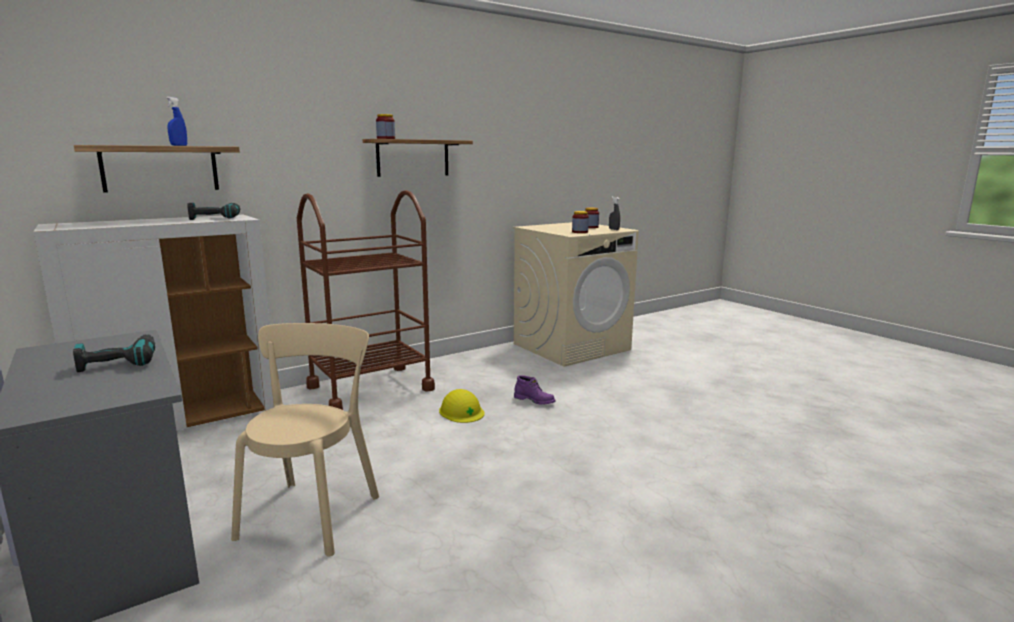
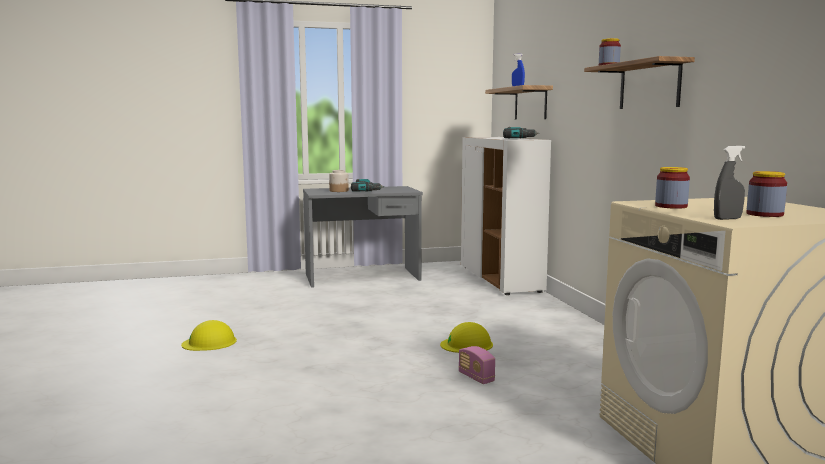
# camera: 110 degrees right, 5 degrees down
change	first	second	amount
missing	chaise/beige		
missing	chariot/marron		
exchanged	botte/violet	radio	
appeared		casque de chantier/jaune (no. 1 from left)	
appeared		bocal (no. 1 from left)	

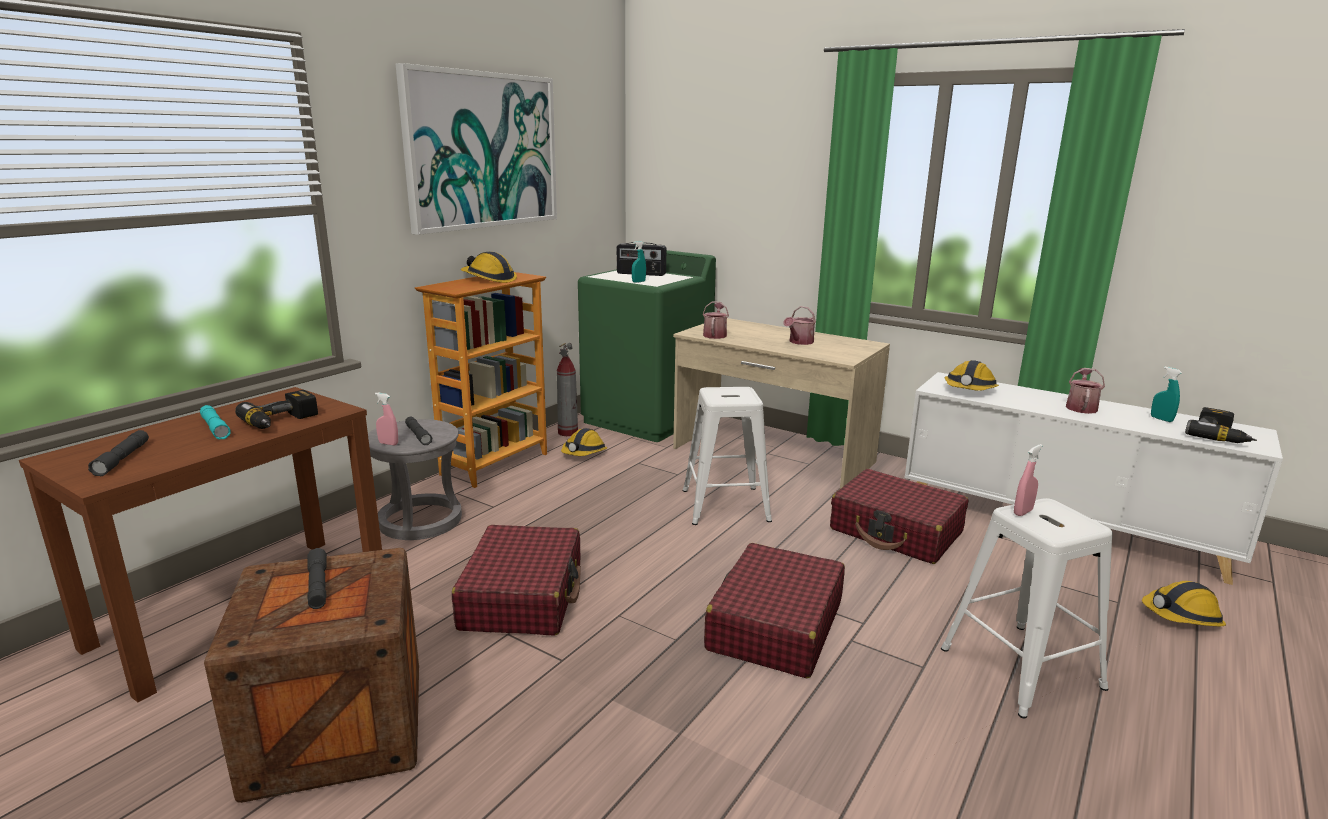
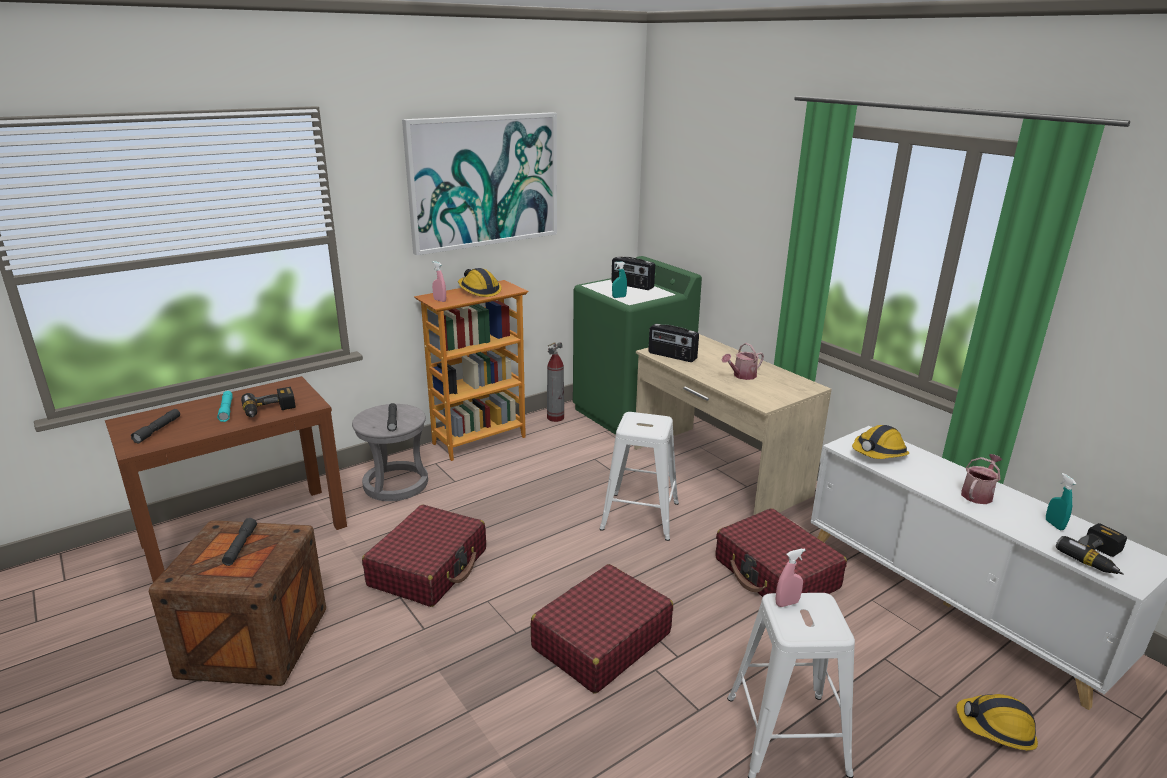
# camera: 20 degrees right, 5 degrees up
change	first	second	amount
relocated	vaporisateur/rose (no. 1 from left)		
missing	casque de chantier (no. 2 from left)		
exchanged	arrosoir (no. 1 from left)	radio (no. 2 from left)	

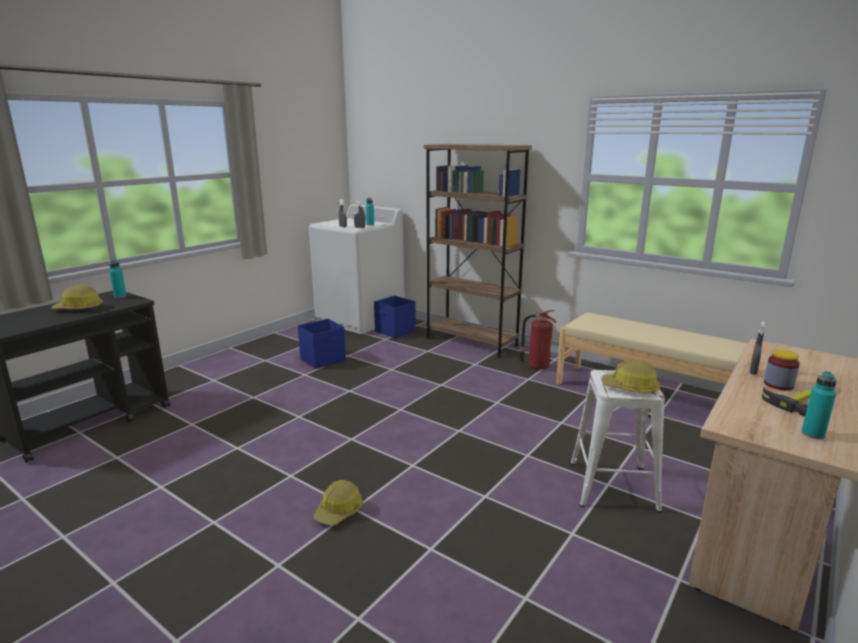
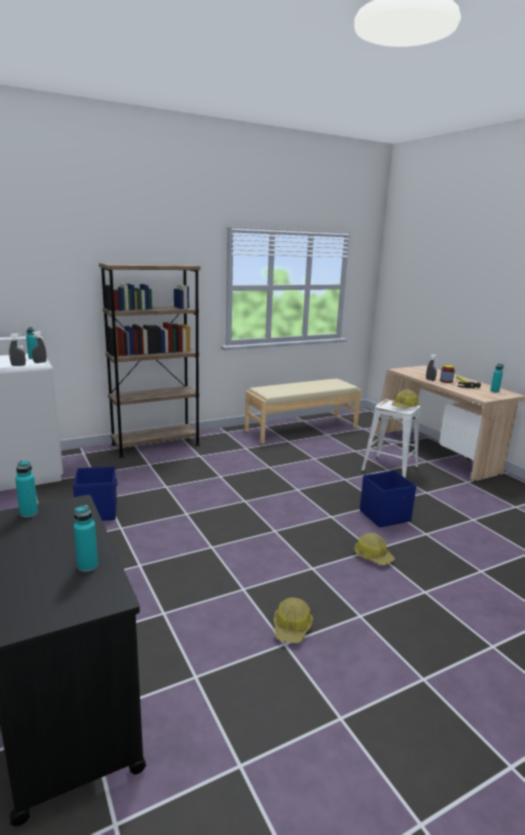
# camera: 65 degrees left, 0 degrees up
change	first	second	amount
relocated	casque de chantier (no. 1 from left)		
relocated	boîte de rangement/bleu (no. 2 from left)		
missing	extincteur		
appeared		bouteille/turquoise (no. 3 from left)	

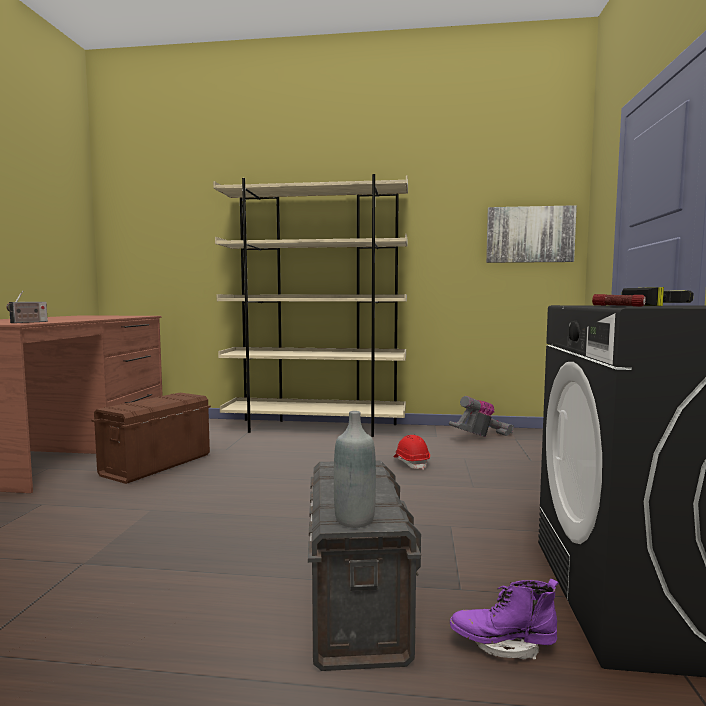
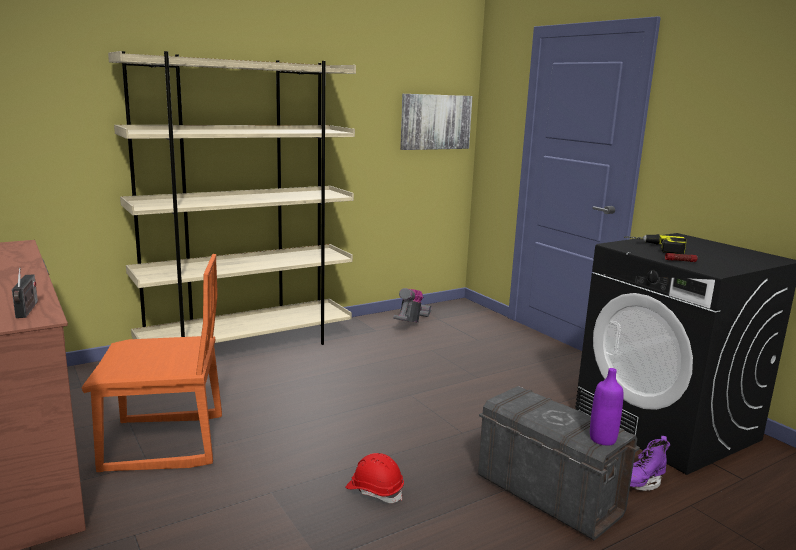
# camera: 40 degrees left, 10 degrees up
change	first	second	amount
exchanged	boîte de rangement/marron	chaise/orange	
colour	bouteille/gris	bouteille/violet	
relocated	casque de chantier/rouge		

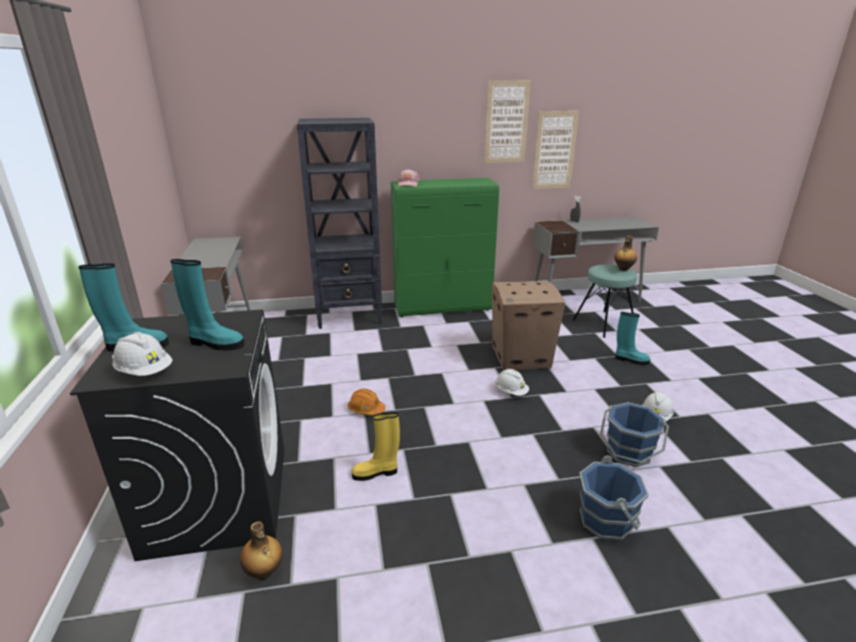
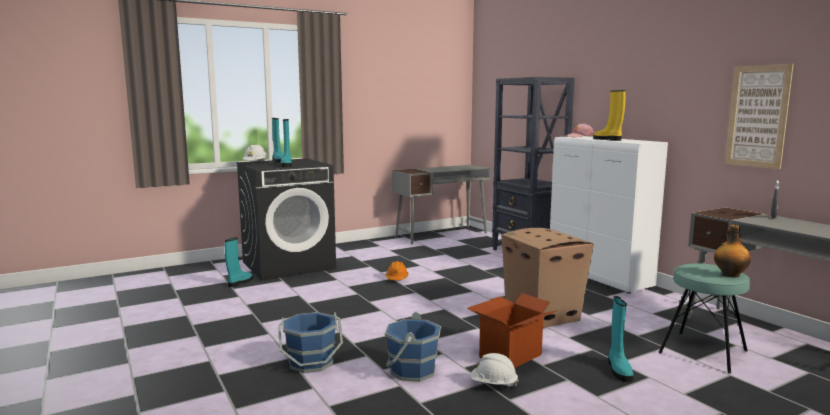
# camera: 70 degrees right, 15 degrees down
change	first	second	amount
exchanged	bouteille (no. 1 from left)	botte/turquoise (no. 1 from left)	
relocated	botte/jaune		
colour	meuble de rangement/vert	meuble de rangement/blanc	
missing	tableau (no. 1 from left)		
missing	casque de chantier/blanc (no. 2 from left)		
appeared		carton (no. 1 from left)	

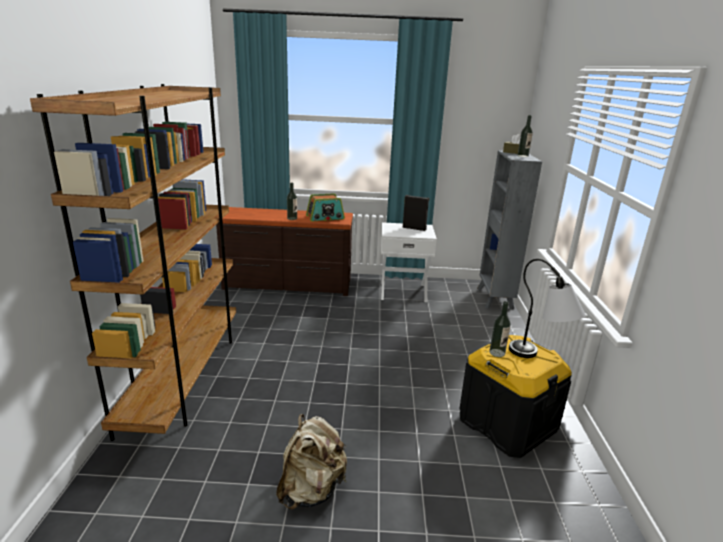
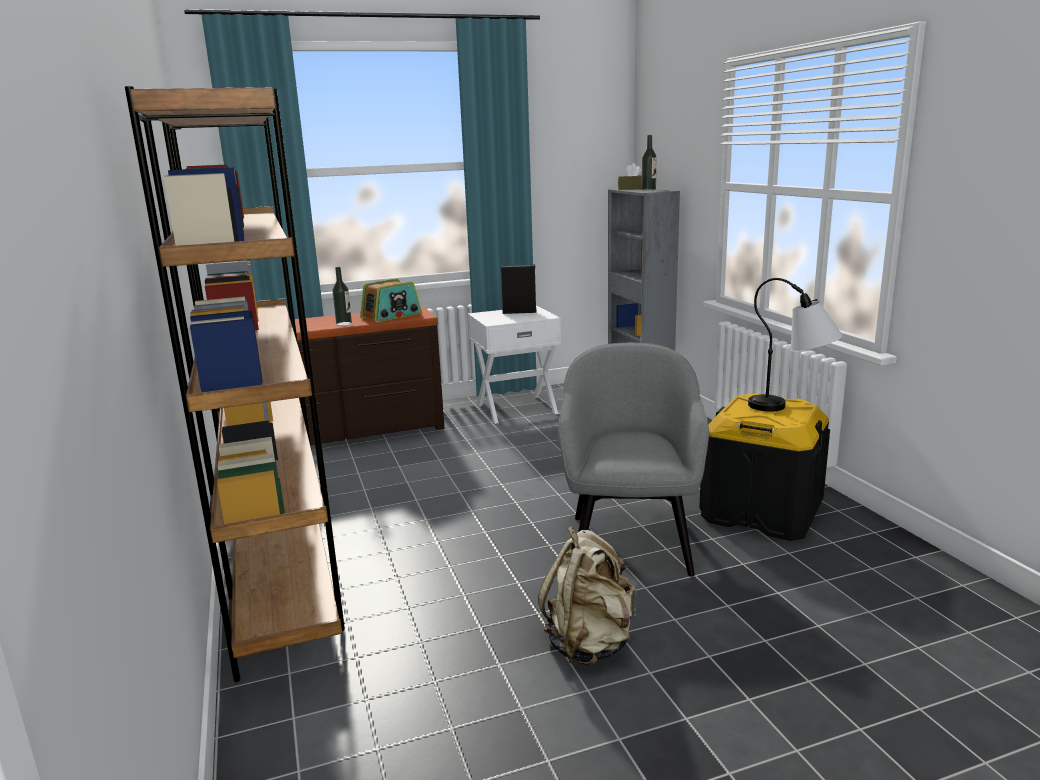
# camera: 20 degrees left, 5 degrees down
change	first	second	amount
missing	bouteille (no. 2 from left)		
appeared		fauteuil/gris	

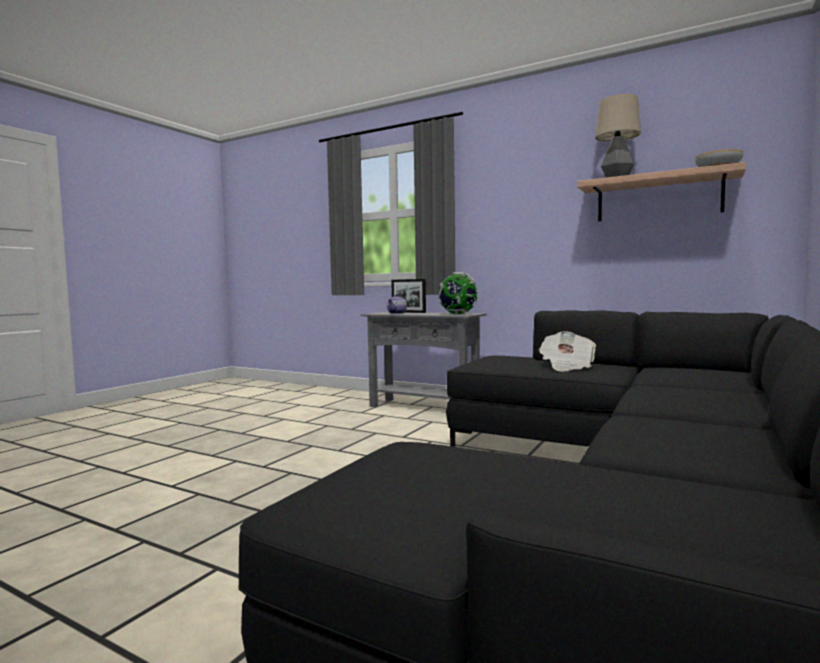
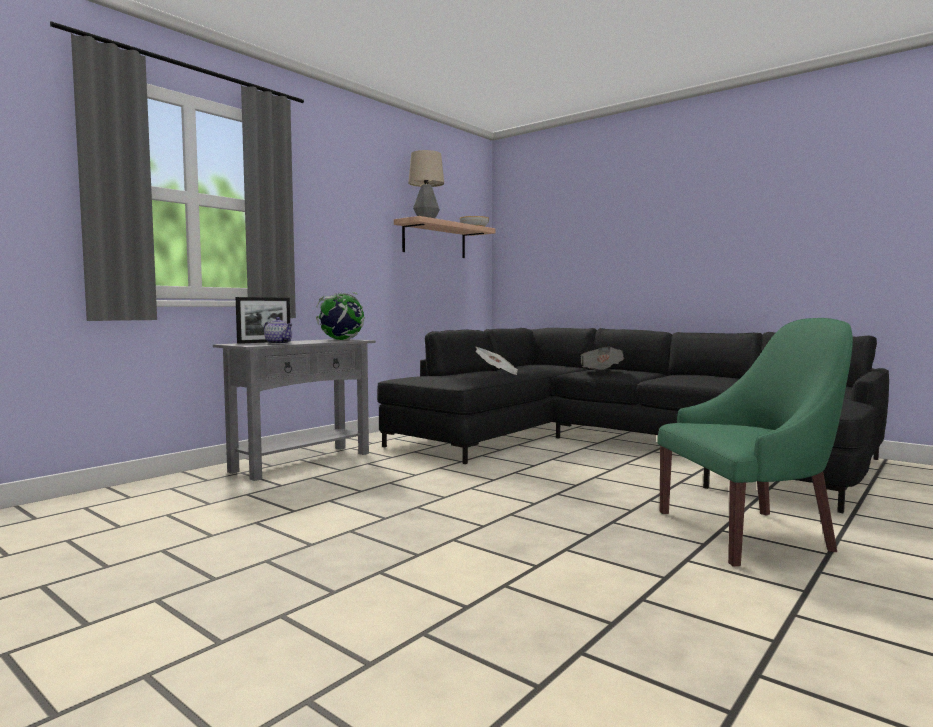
# camera: 80 degrees left, 0 degrees up
change	first	second	amount
appeared		journal (no. 2 from left)	
appeared		fauteuil/vert	

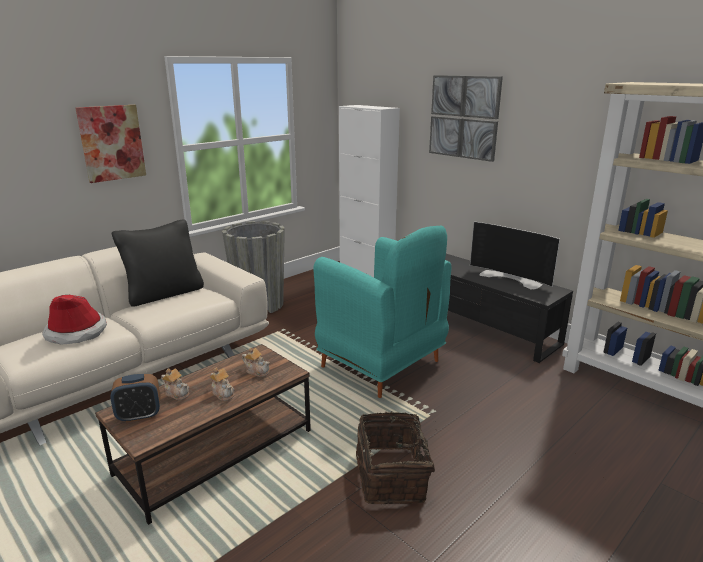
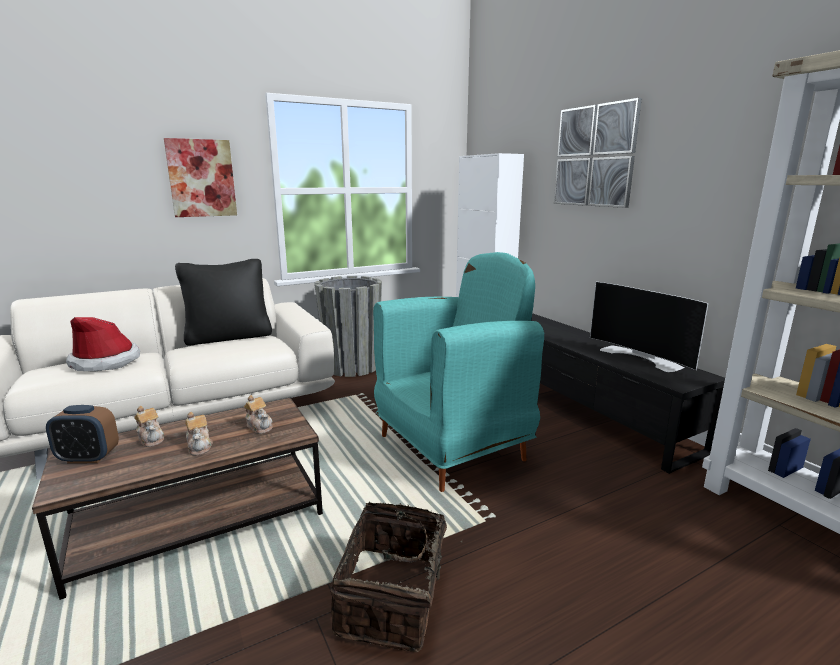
# camera: 15 degrees right, 5 degrees down
change	first	second	amount
spun	fauteuil/turquoise		90 degrees counterclockwise

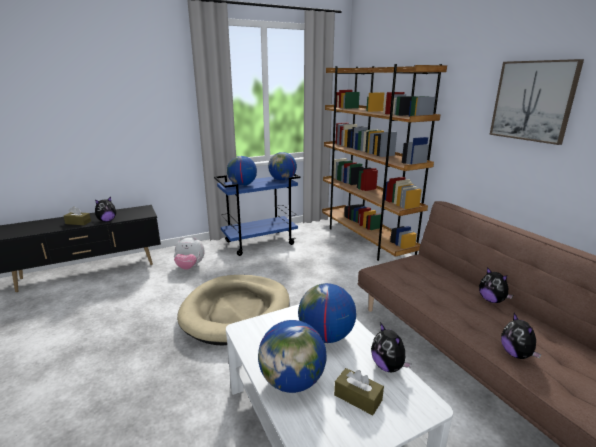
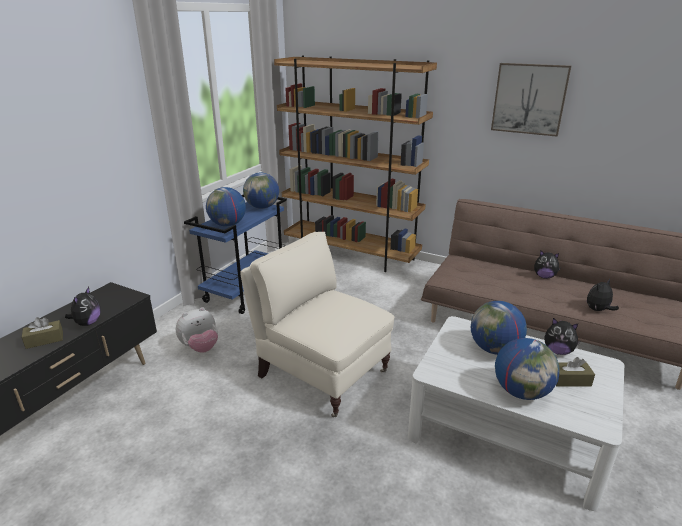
# camera: 35 degrees left, 5 degrees up
change	first	second	amount
exchanged	panier pour chien/beige	fauteuil/beige	
spun	peluche (no. 5 from left)		105 degrees clockwise

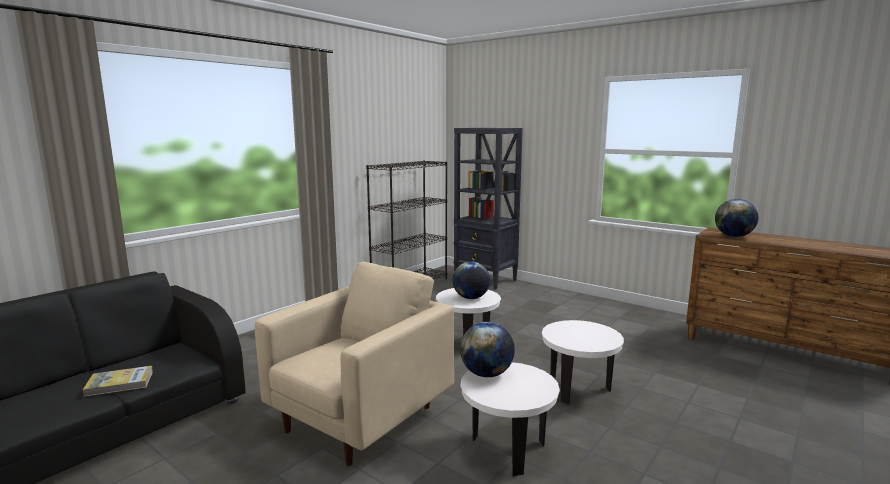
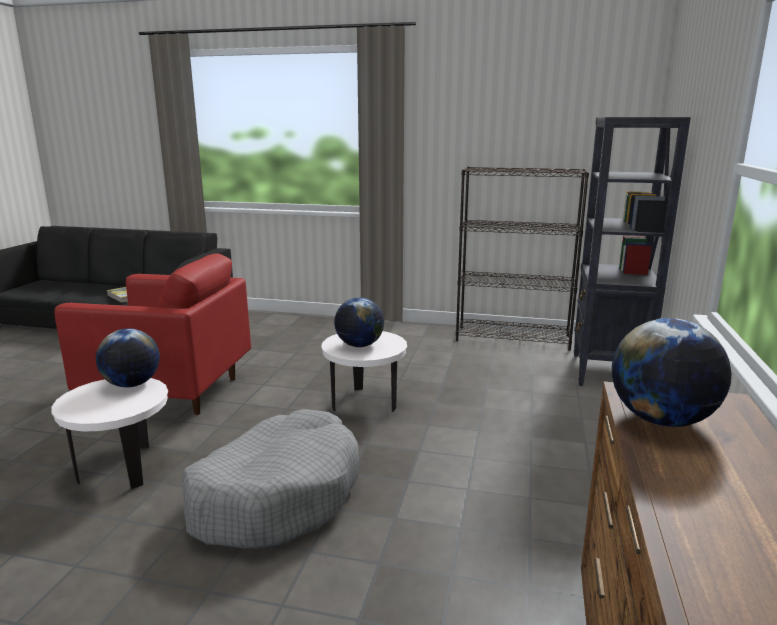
# camera: 65 degrees right, 5 degrees up
change	first	second	amount
colour	fauteuil/beige	fauteuil/rouge	
exchanged	table d'appoint/blanc (no. 3 from left)	panier pour chien/gris	

